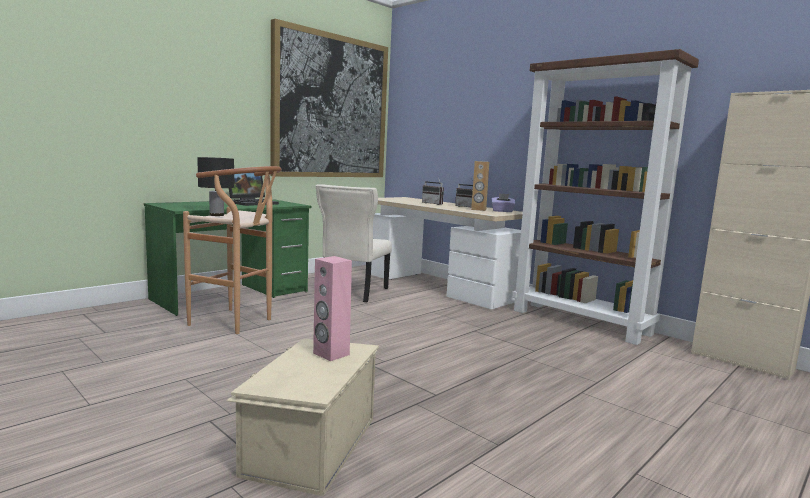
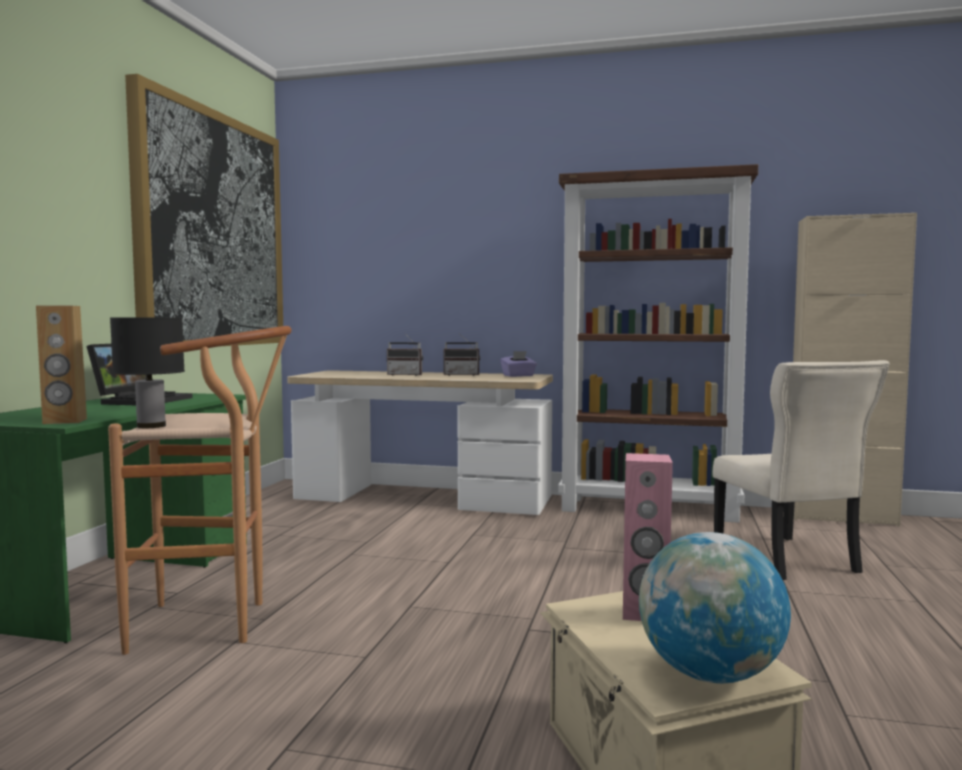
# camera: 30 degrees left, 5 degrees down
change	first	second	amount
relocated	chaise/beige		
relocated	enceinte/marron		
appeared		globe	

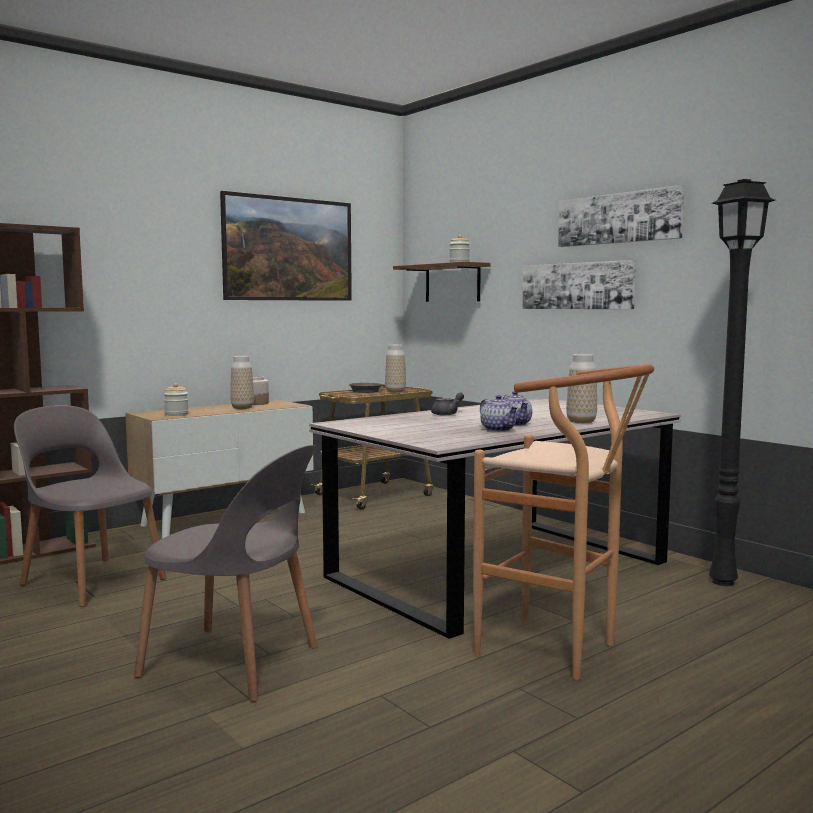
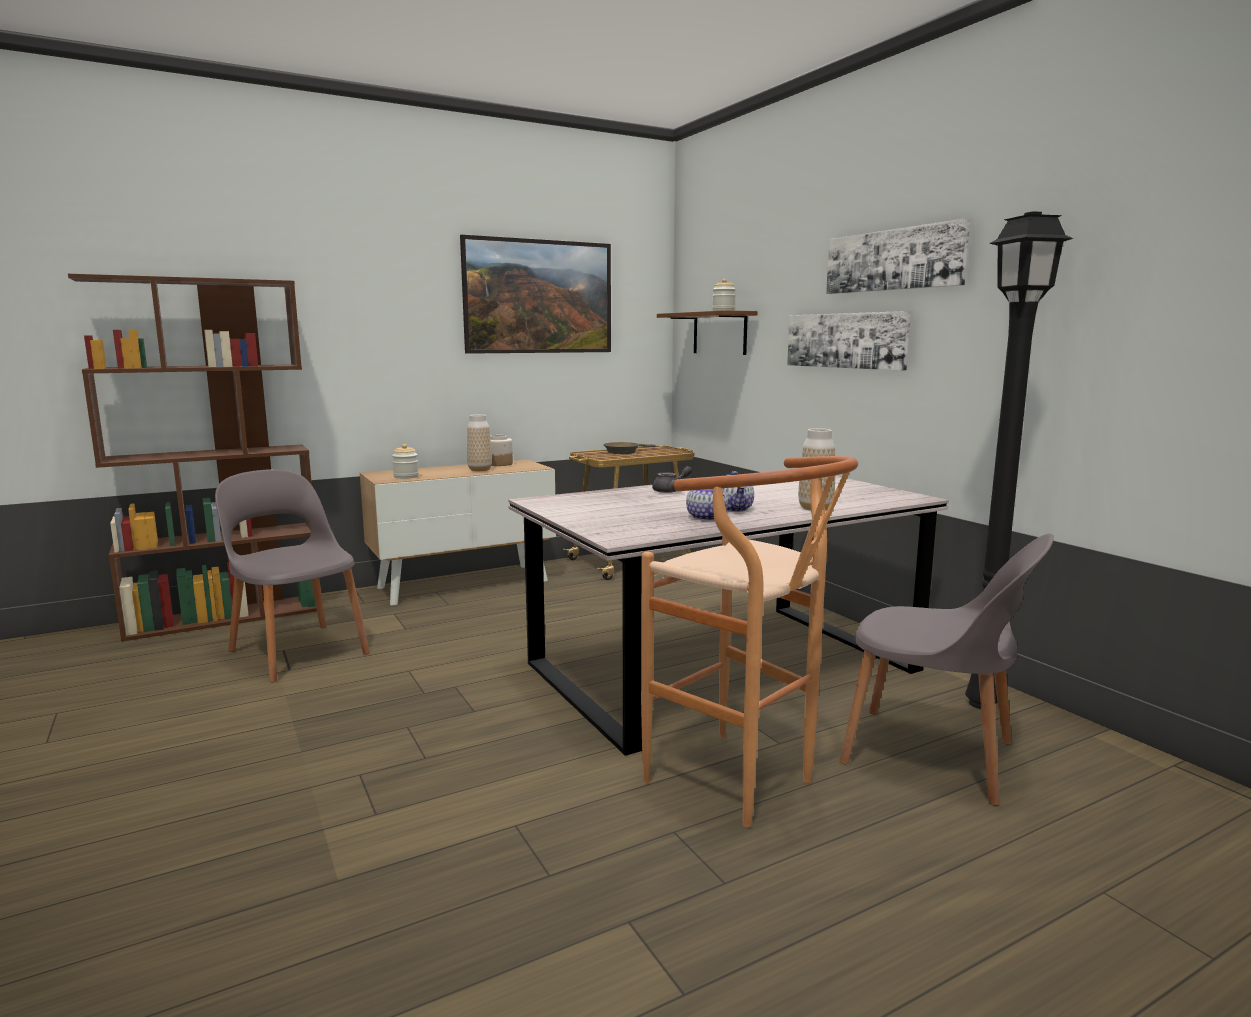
# camera: 10 degrees right, 5 degrees up
change	first	second	amount
relocated	chaise/gris (no. 2 from left)		
missing	vase (no. 2 from left)		

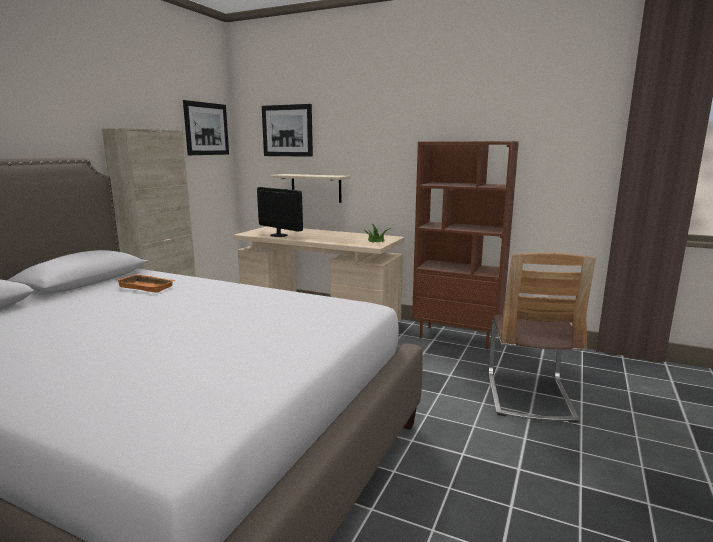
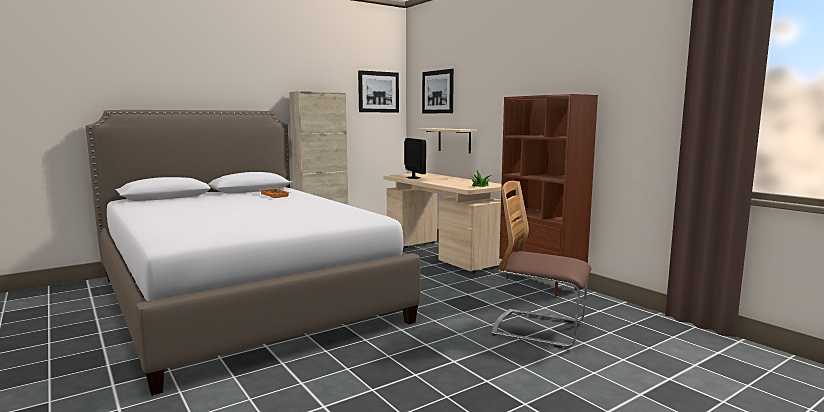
# camera: 30 degrees right, 5 degrees down
change	first	second	amount
spun	chaise		75 degrees clockwise

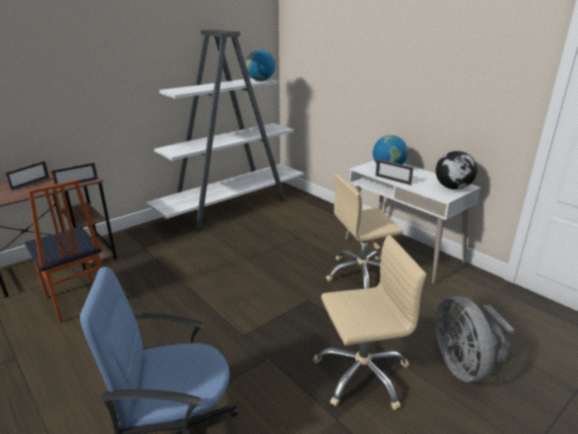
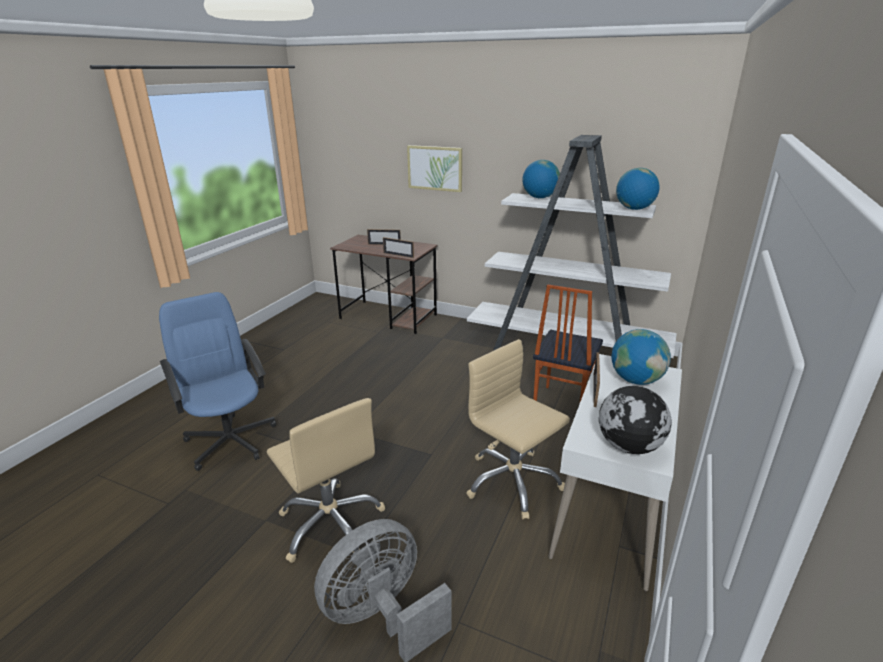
# camera: 65 degrees right, 0 degrees up
change	first	second	amount
relocated	chaise		
appeared		tableau	
appeared		globe (no. 1 from left)	

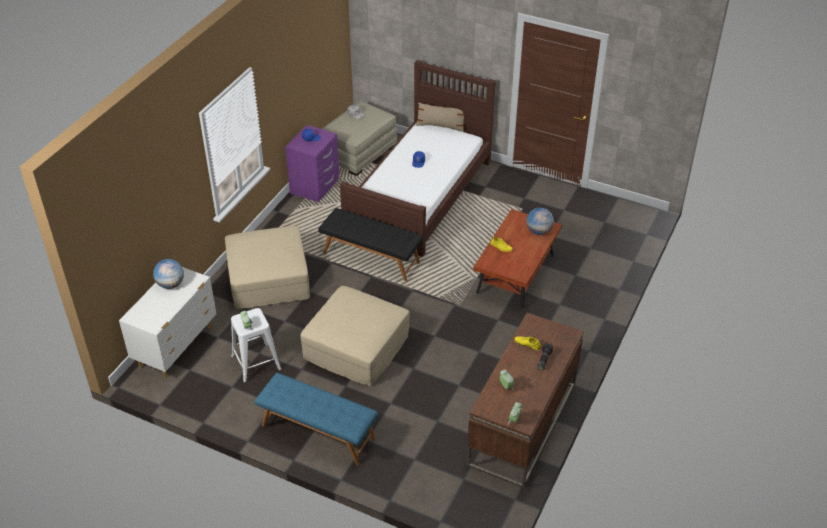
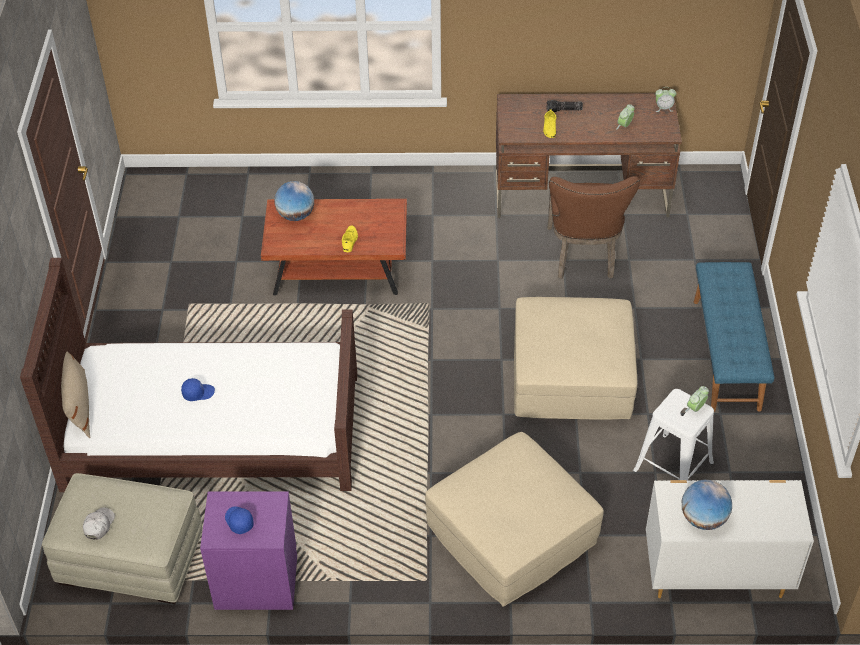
# camera: 115 degrees left, 5 degrees up
change	first	second	amount
missing	banc/noir		
appeared		chaise/marron	

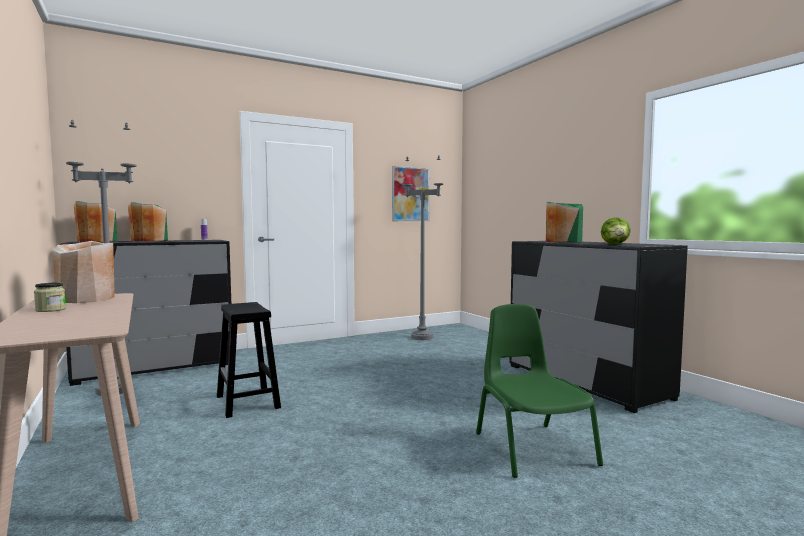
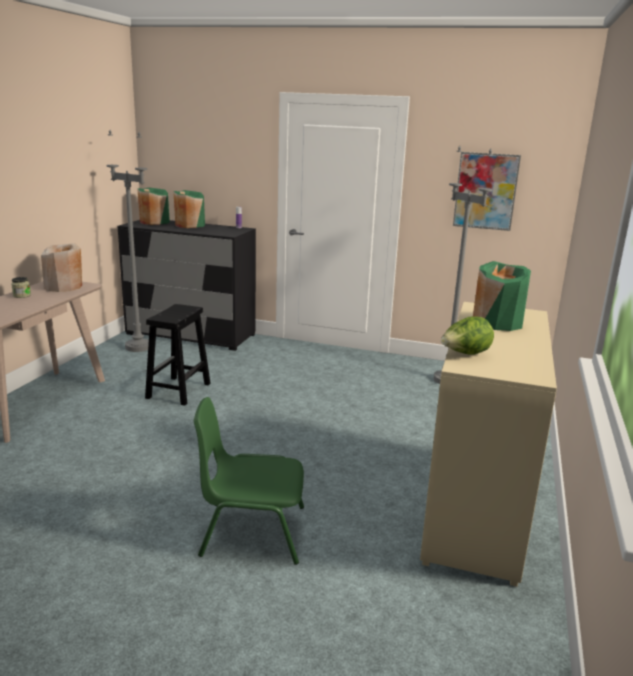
# camera: 45 degrees right, 15 degrees up
change	first	second	amount
spun	chaise/vert		120 degrees counterclockwise
colour	commode/noir (no. 2 from left)	commode/beige	

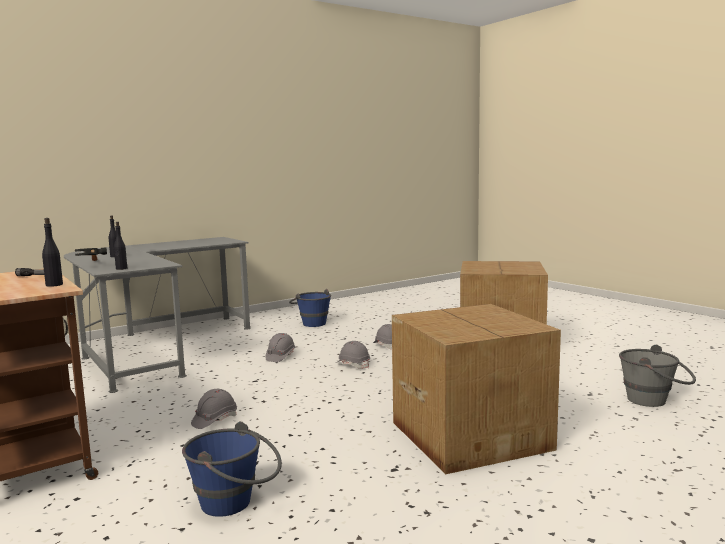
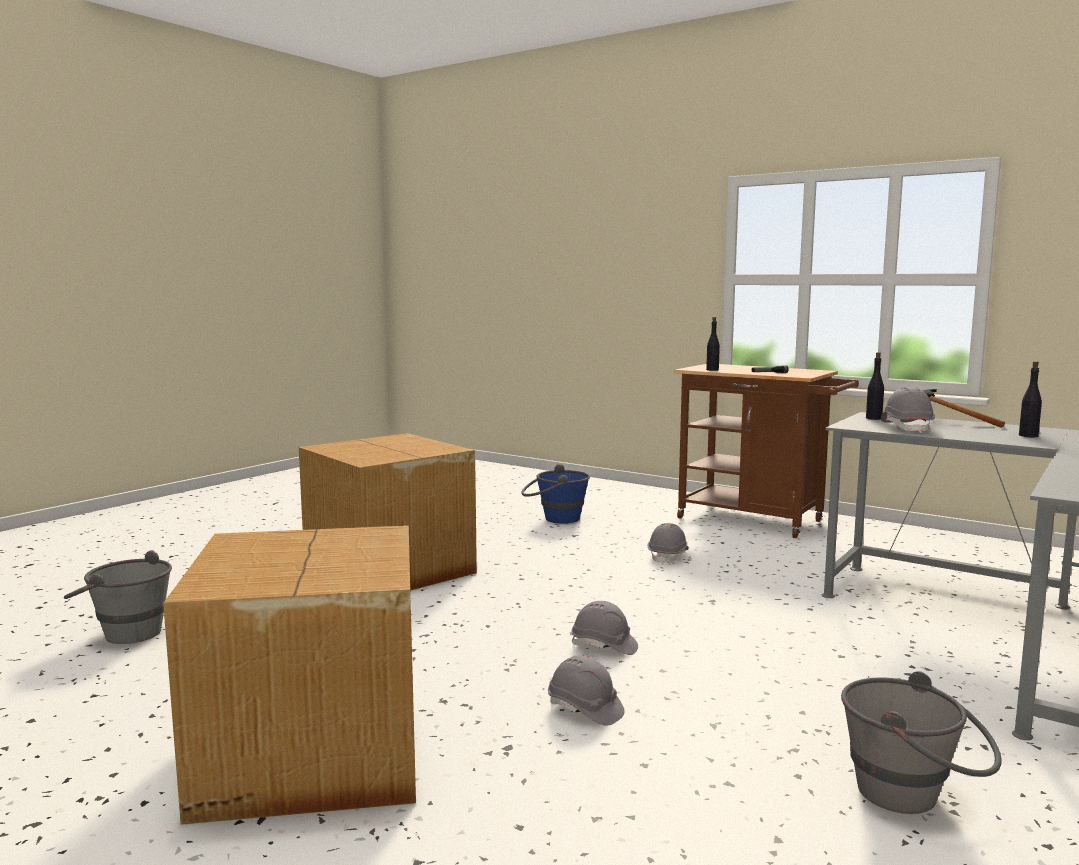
# camera: 160 degrees right, 0 degrees up
change	first	second	amount
relocated	casque de chantier/gris (no. 2 from left in the first image)	casque de chantier/gris (no. 4 from left)	
colour	seau/bleu (no. 2 from left)	seau/gris (no. 2 from left)	

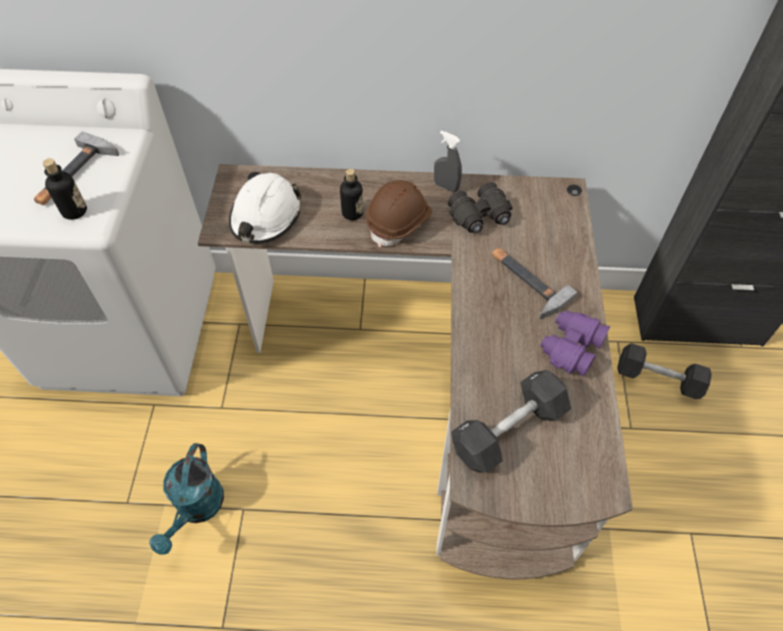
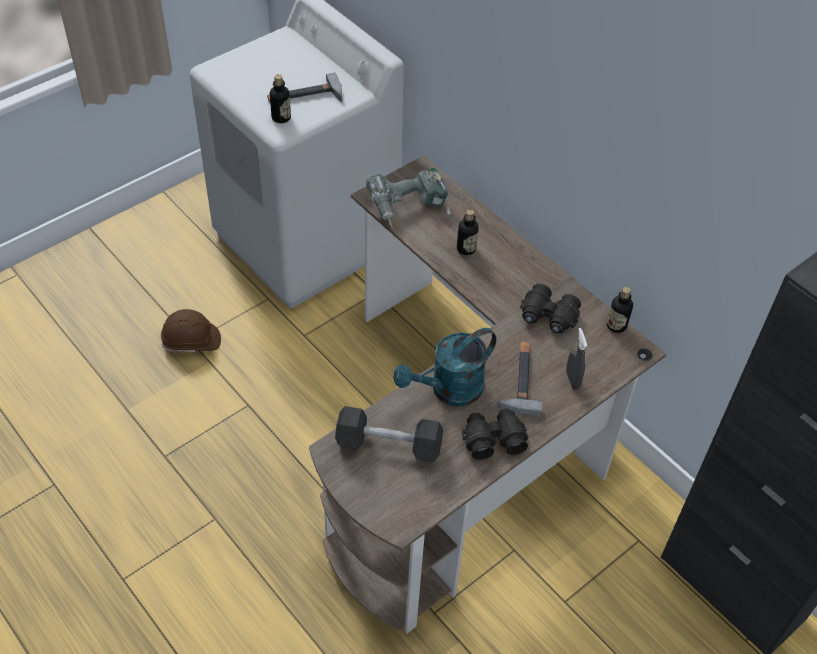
# camera: 45 degrees right, 5 degrees down
change	first	second	amount
relocated	arrosoir/turquoise		
exchanged	casque de chantier/blanc	perceuse	
relocated	casque de chantier/marron		
relocated	vaporisateur/gris		
colour	jumelles/violet	jumelles/noir (no. 1 from left)	
missing	haltère/noir (no. 2 from left)		
appeared		bouteille (no. 3 from left)	

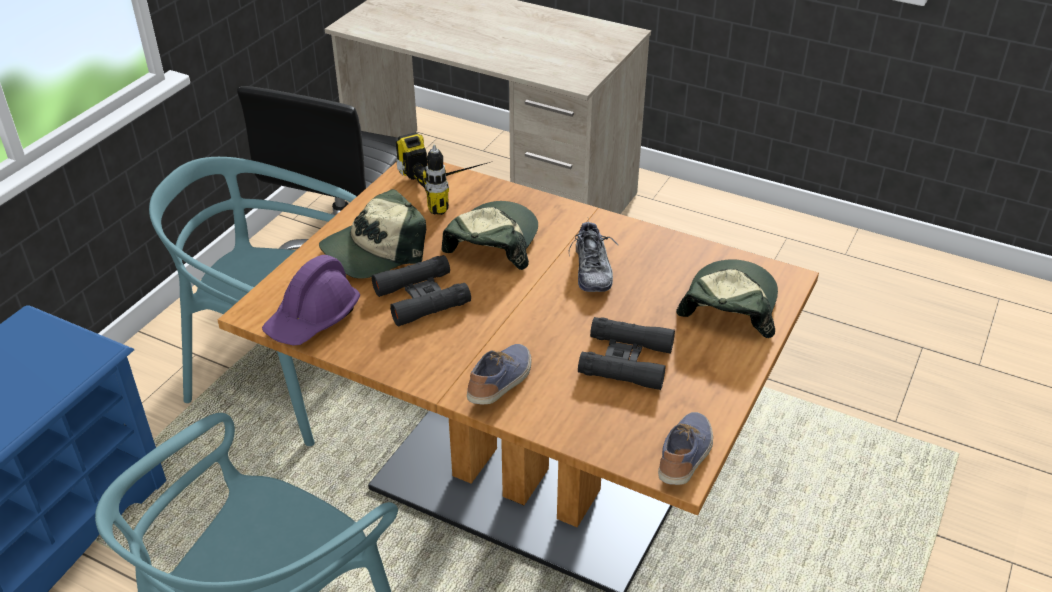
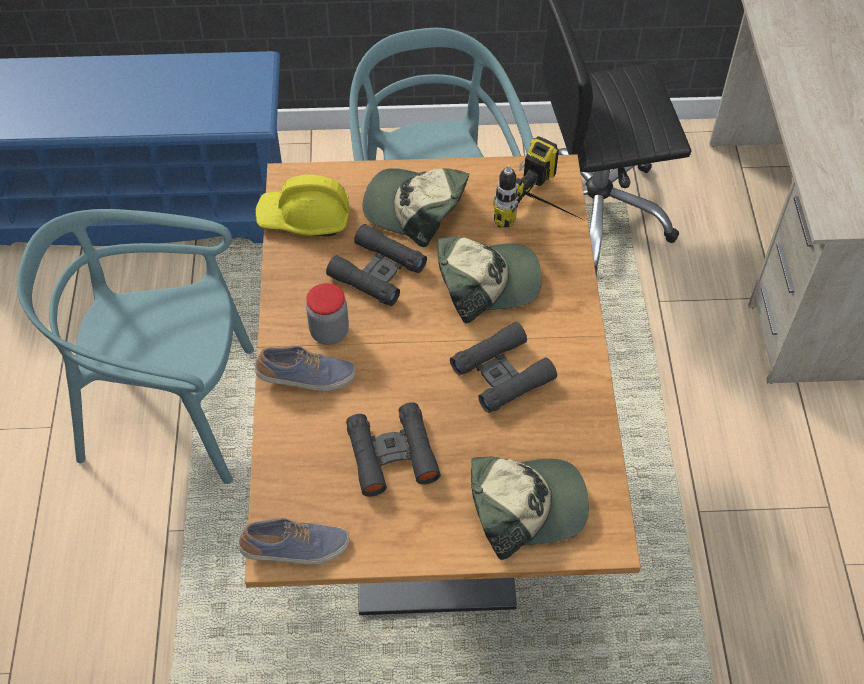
# camera: 60 degrees right, 15 degrees up
change	first	second	amount
colour	casque de chantier/violet	casque de chantier/jaune	
exchanged	chaussure (no. 2 from left)	jumelles/noir (no. 3 from left)	
appeared		bocal	

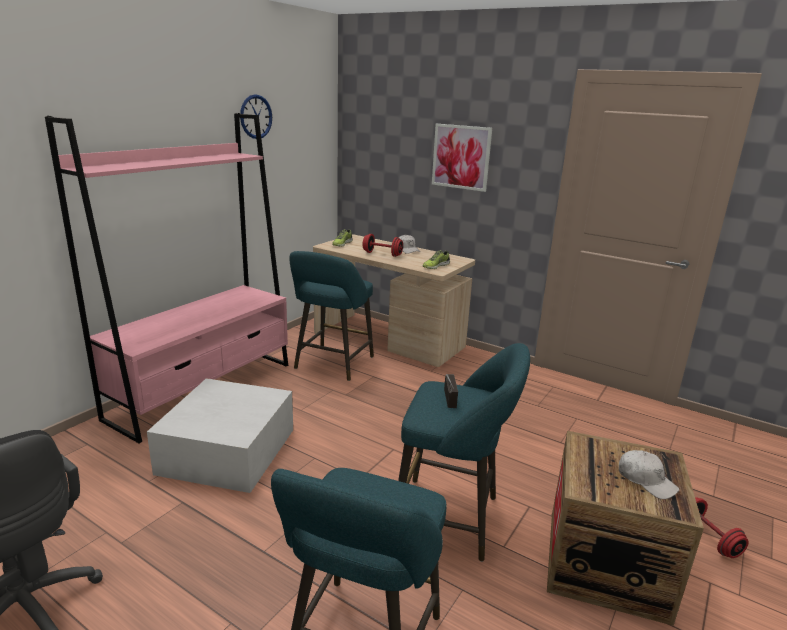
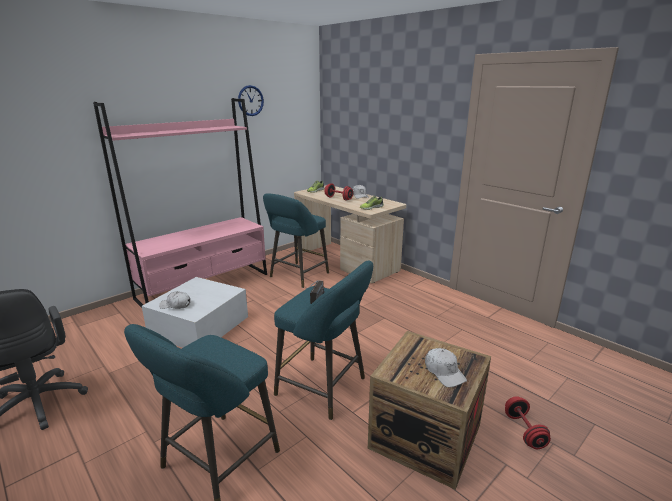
# camera: 15 degrees right, 0 degrees up
change	first	second	amount
missing	tableau		
appeared		casquette/blanc (no. 1 from left)	

